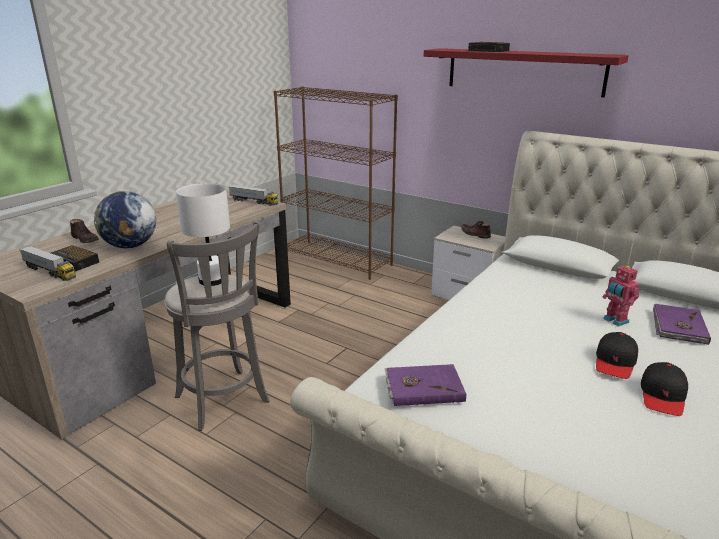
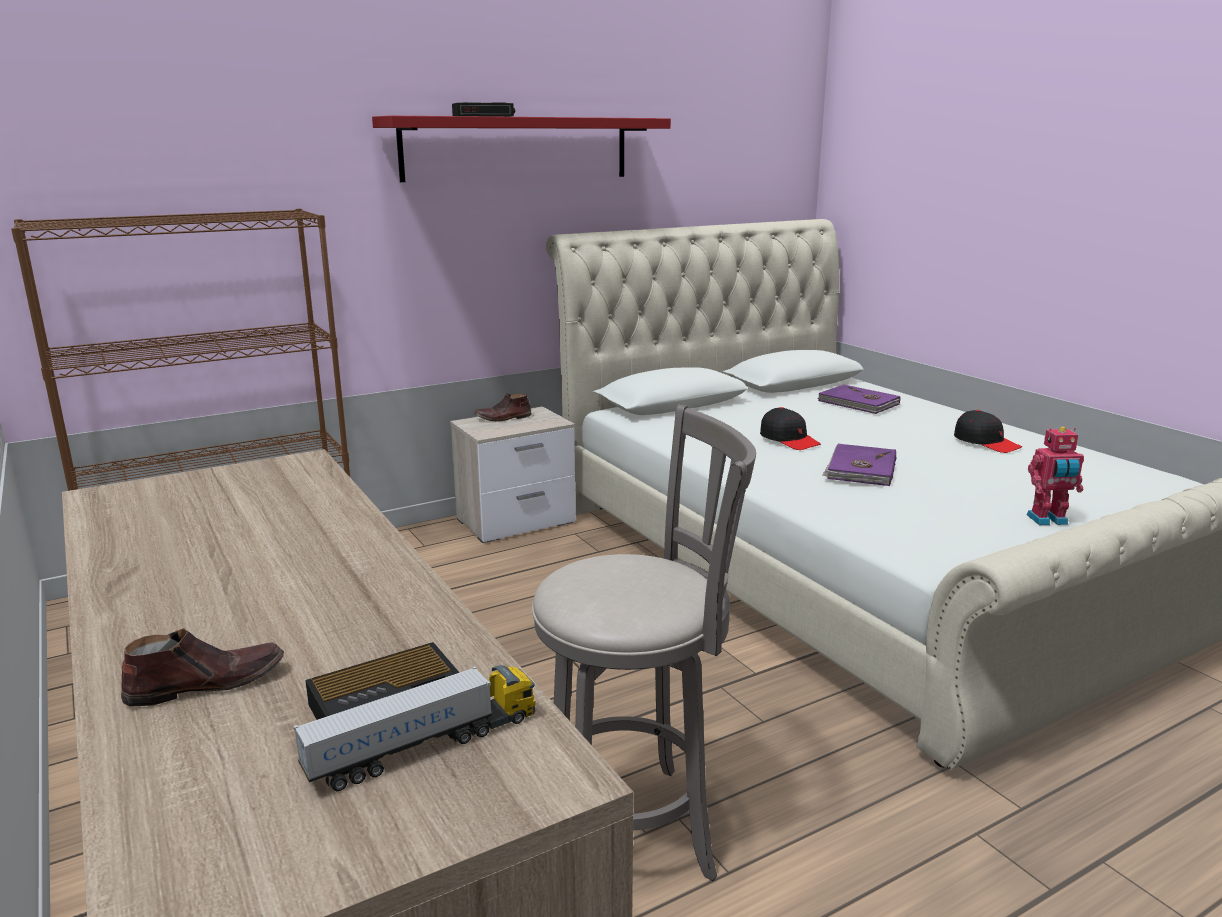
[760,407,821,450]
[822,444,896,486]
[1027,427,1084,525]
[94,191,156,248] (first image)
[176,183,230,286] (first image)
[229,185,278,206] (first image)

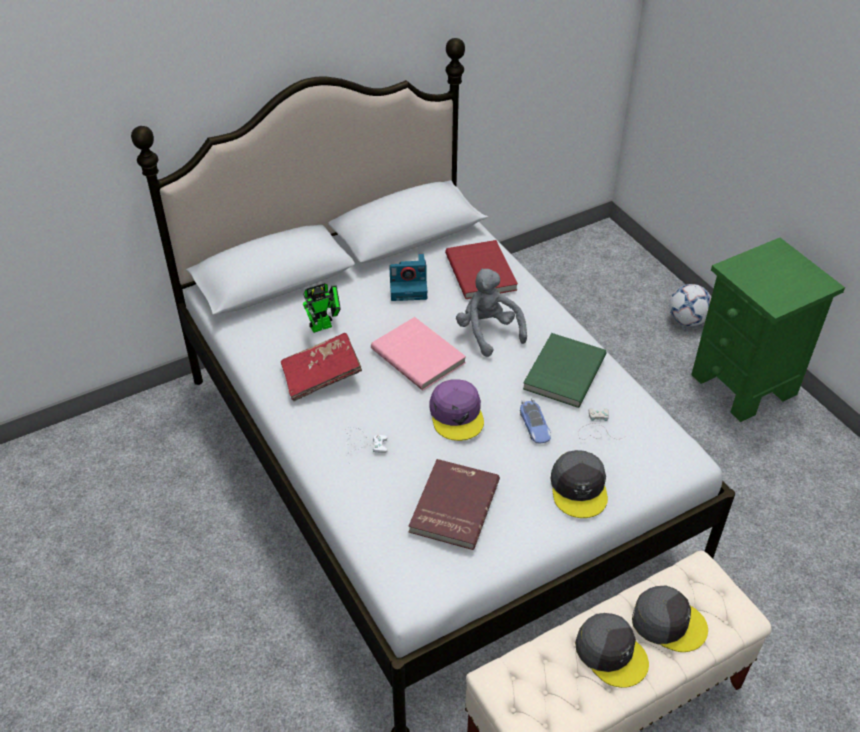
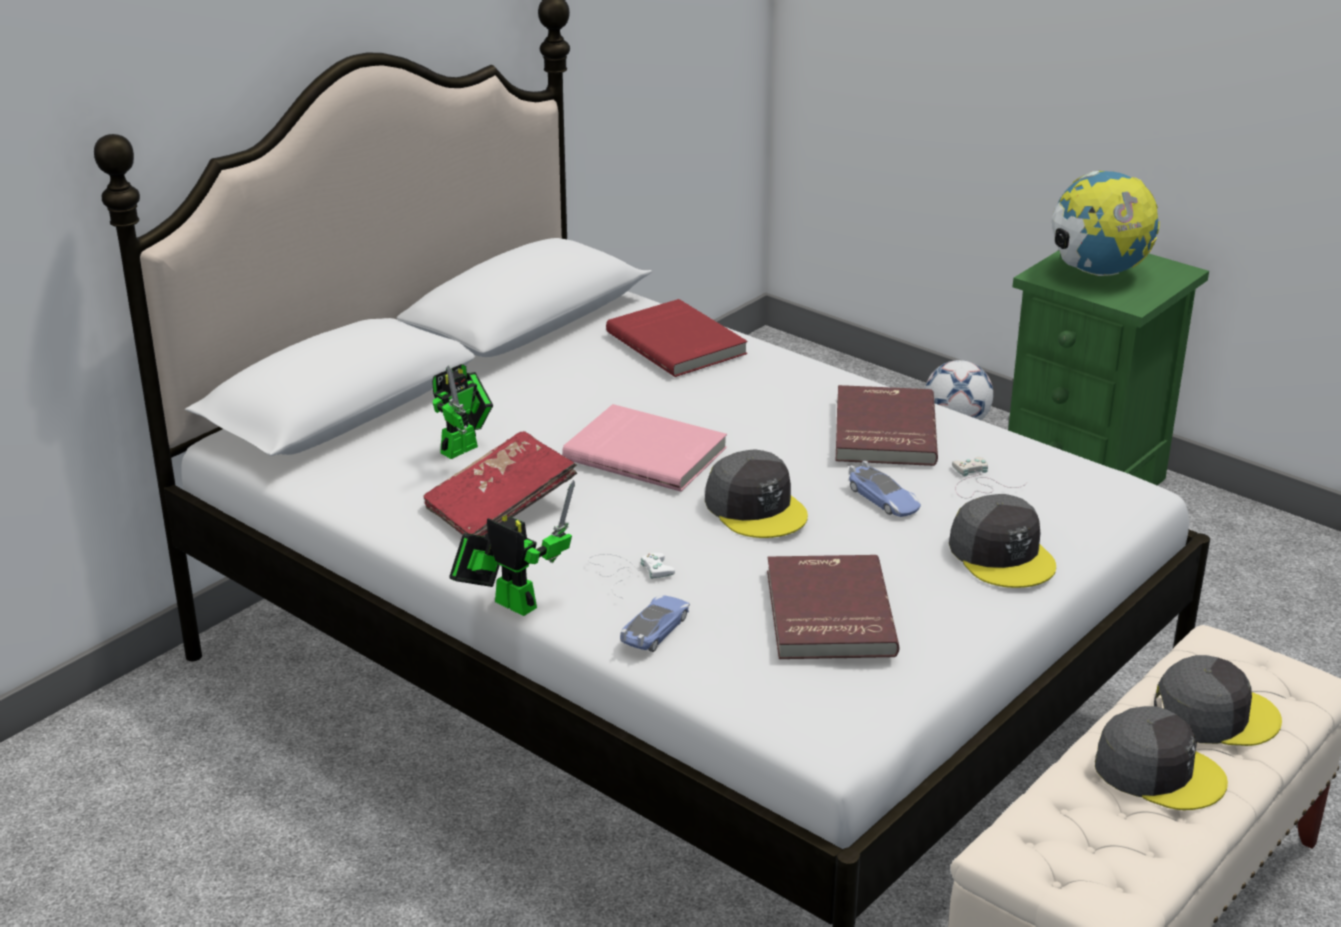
[449,480,575,616]
[620,595,690,652]
[705,449,808,538]
[836,385,938,466]
[1052,171,1160,276]
[390,254,427,301] (first image)
[456,268,527,357] (first image)

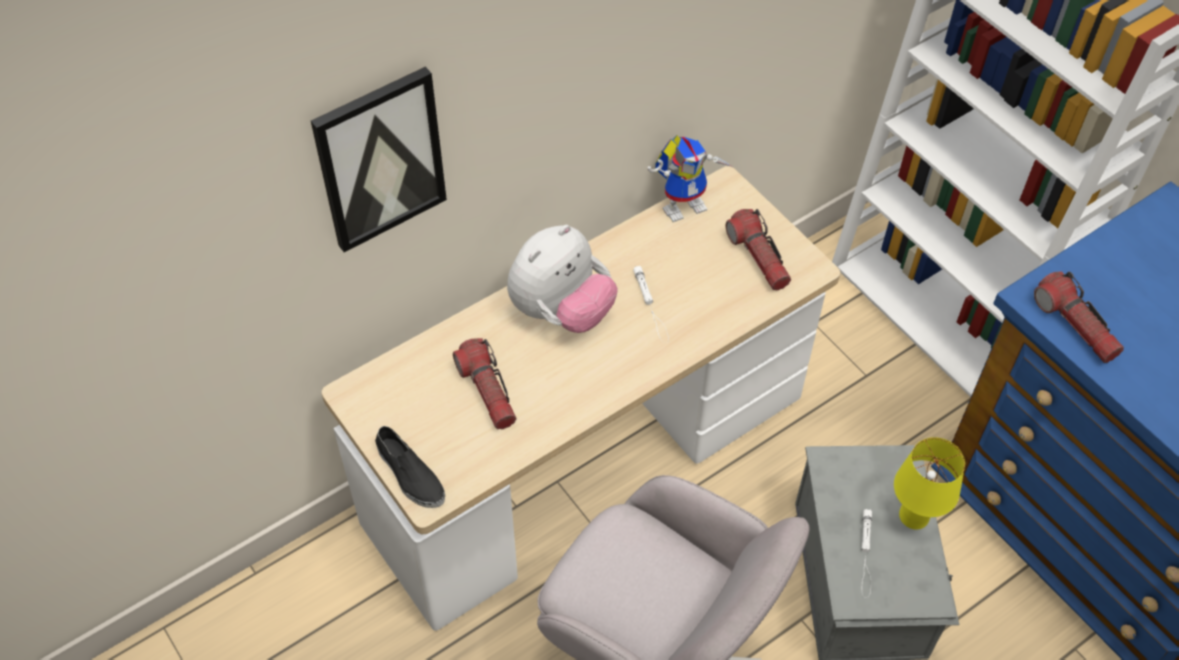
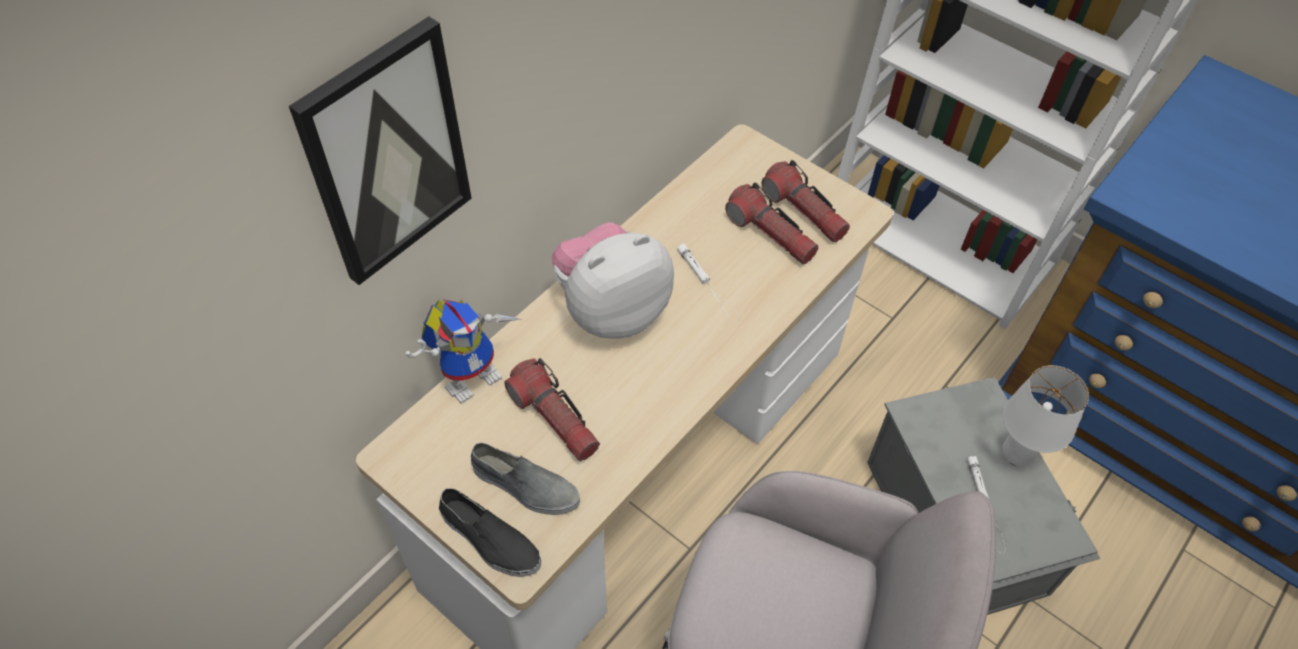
[406,299,522,403]
[471,443,580,515]
[552,222,674,339]
[725,182,818,264]
[1002,365,1089,467]

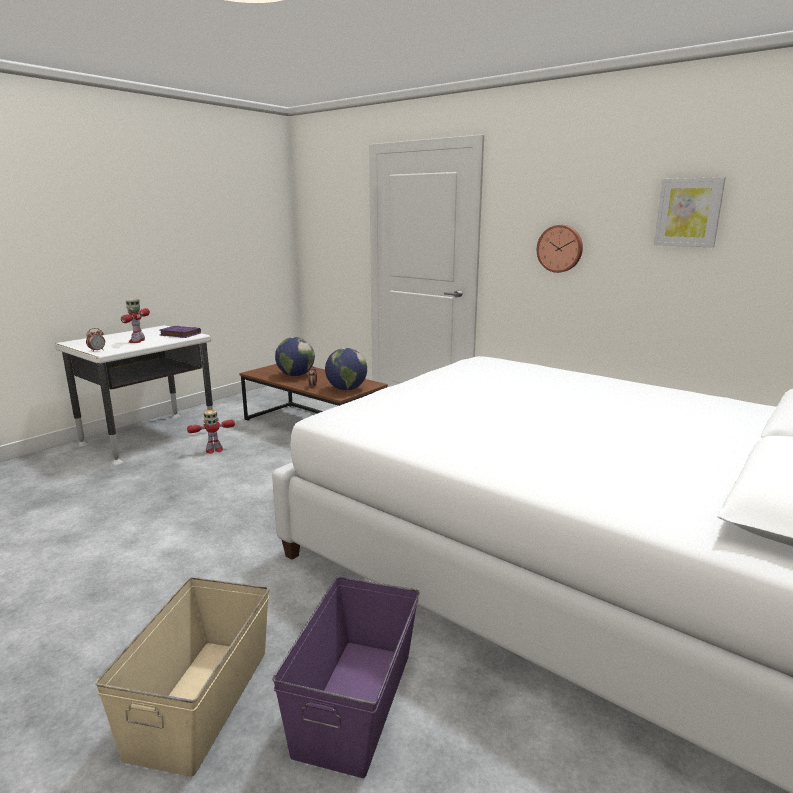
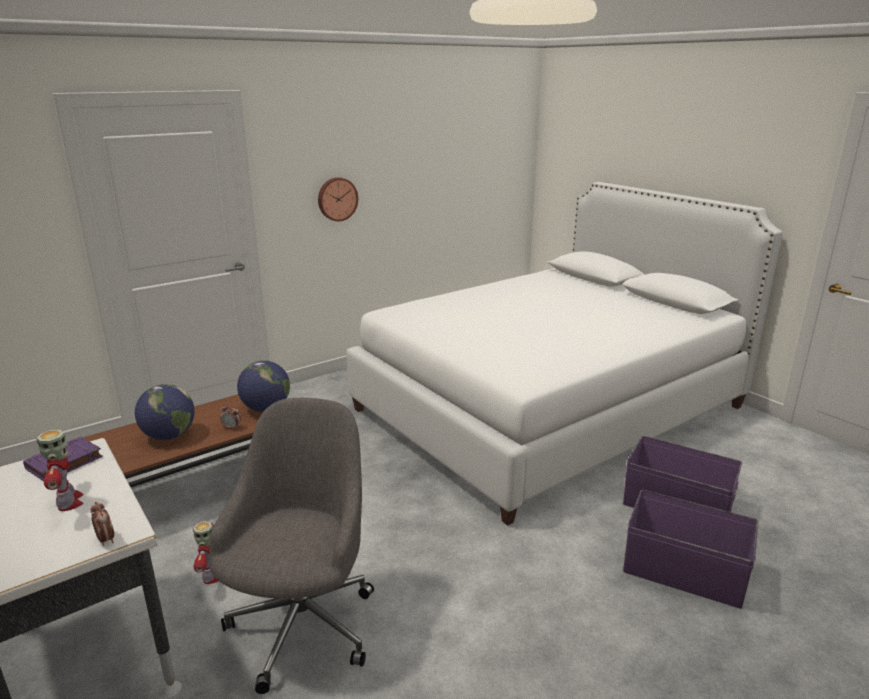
[36,430,84,511]
[209,398,374,694]
[623,490,758,609]
[654,177,726,247] (first image)

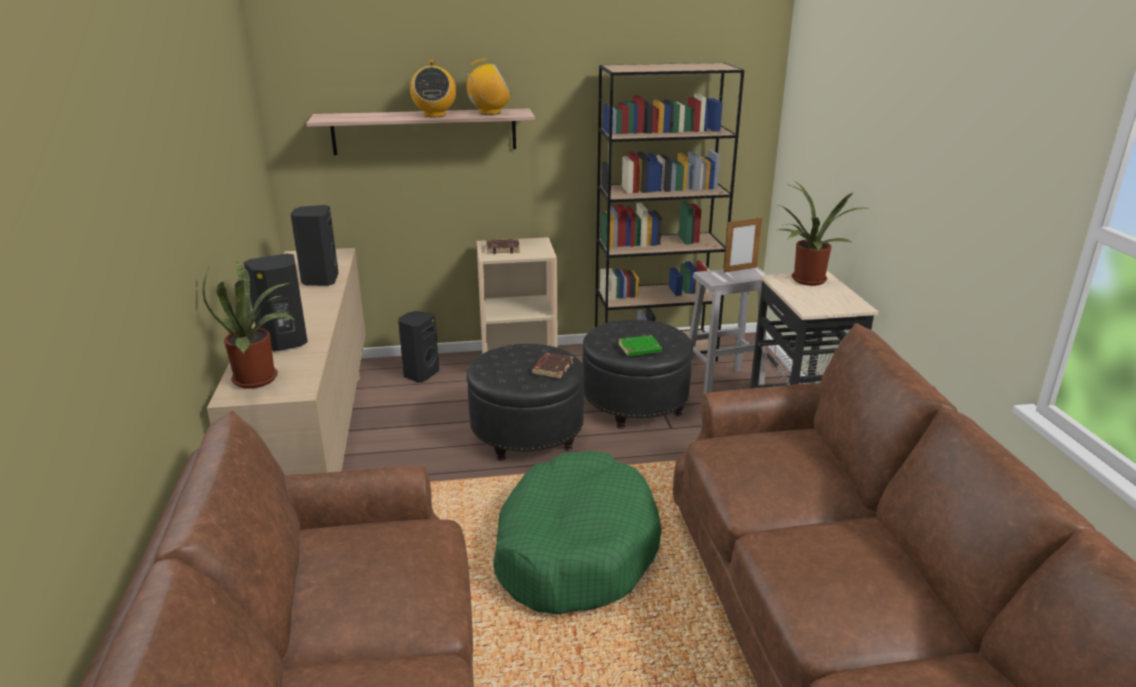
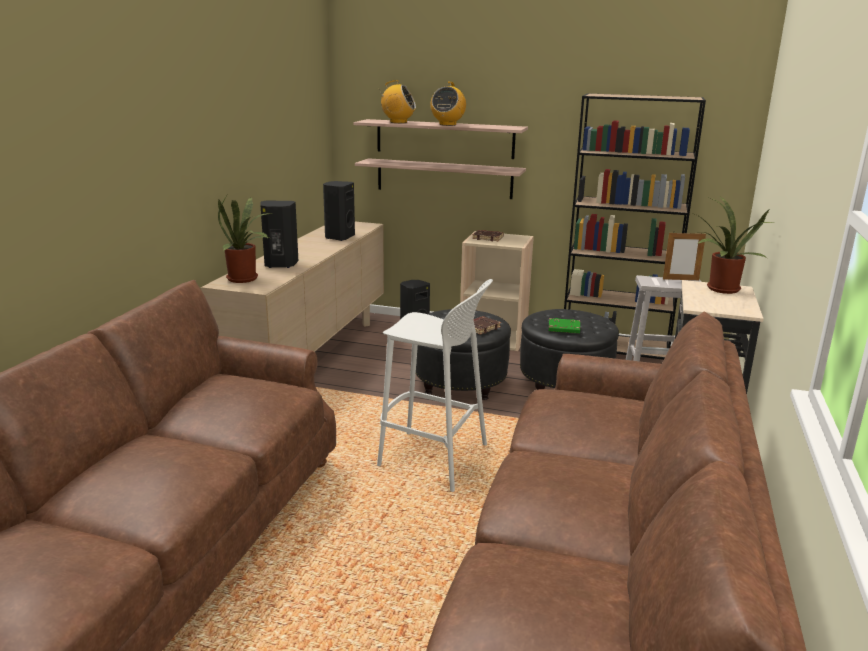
[355,158,526,199]
[377,279,493,492]
[378,80,416,123]

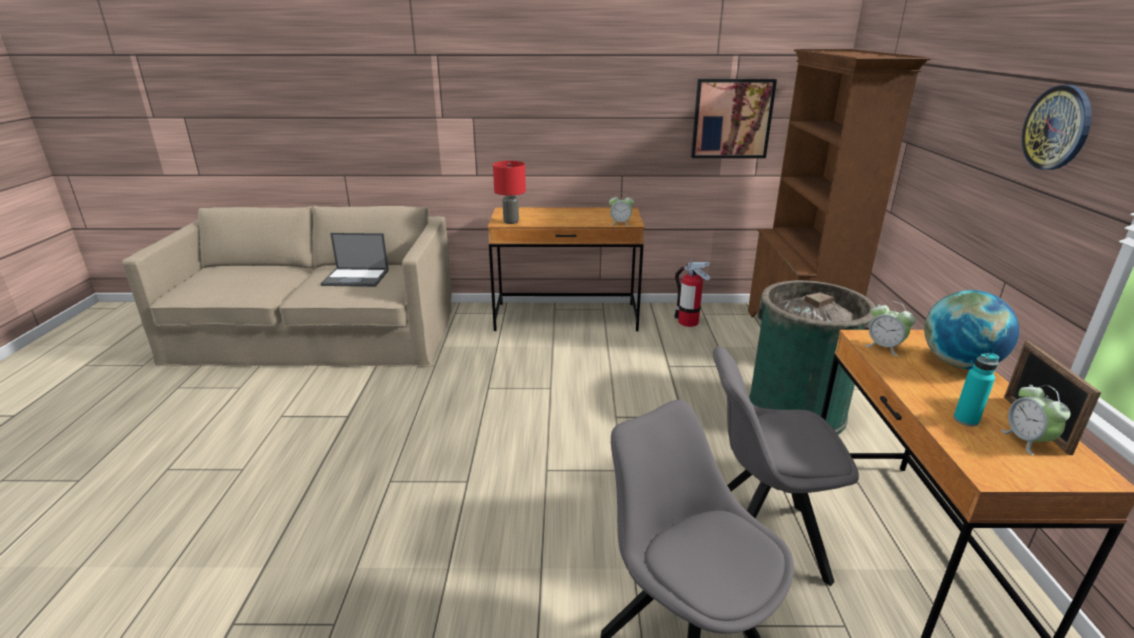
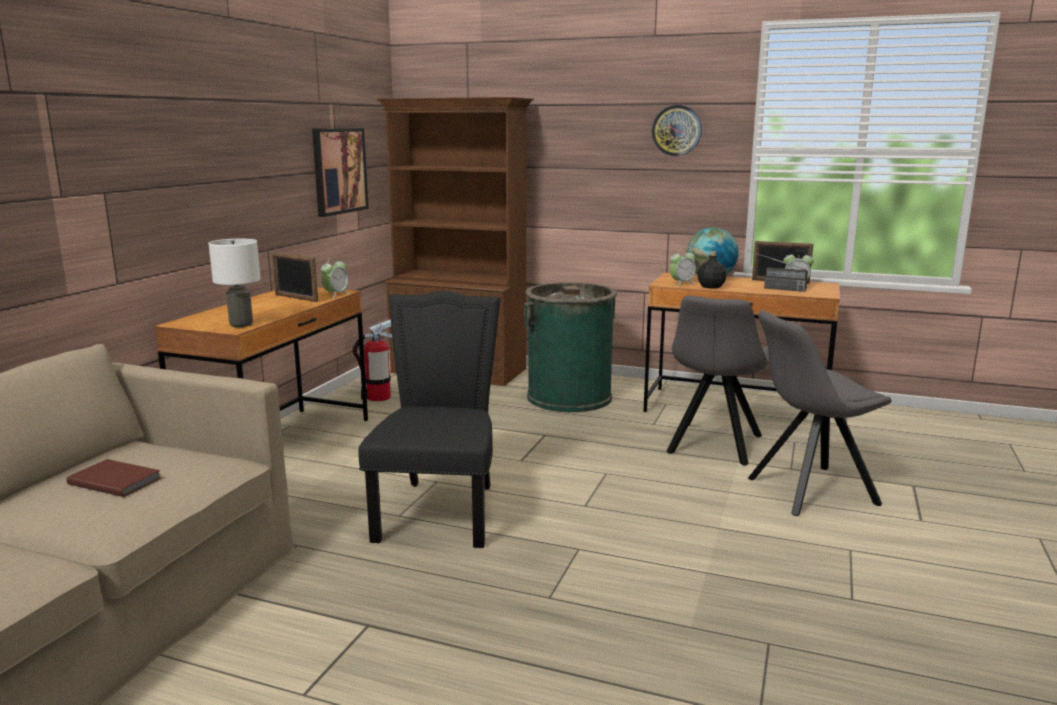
[66,459,161,497]
[208,239,261,327]
[272,252,318,302]
[358,291,500,548]
[698,251,726,289]
[747,250,808,292]

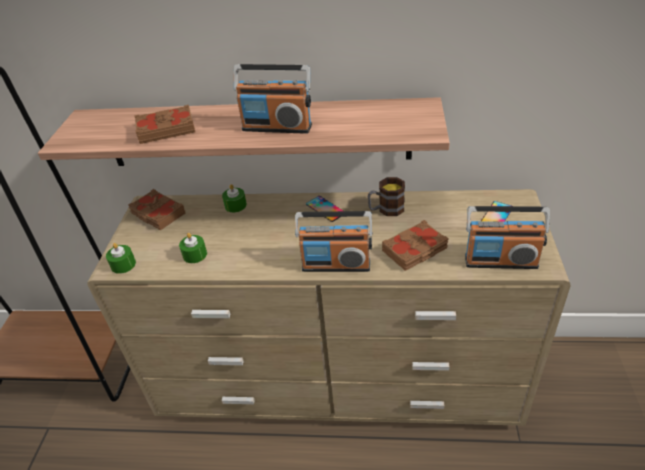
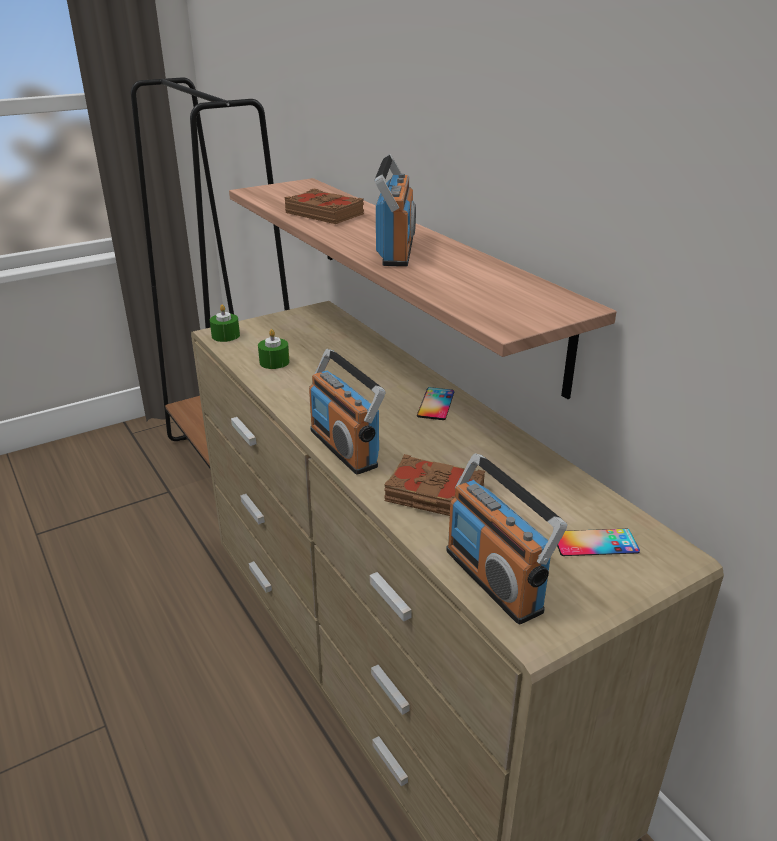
[374,154,416,267]
[128,189,185,230] (first image)
[222,184,247,213] (first image)
[368,177,405,216] (first image)

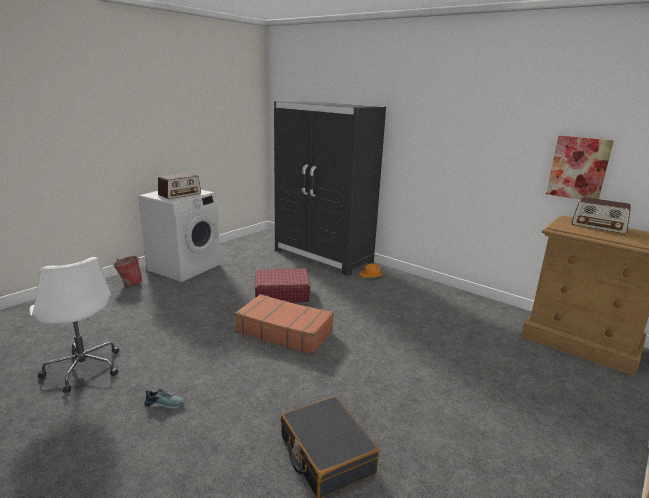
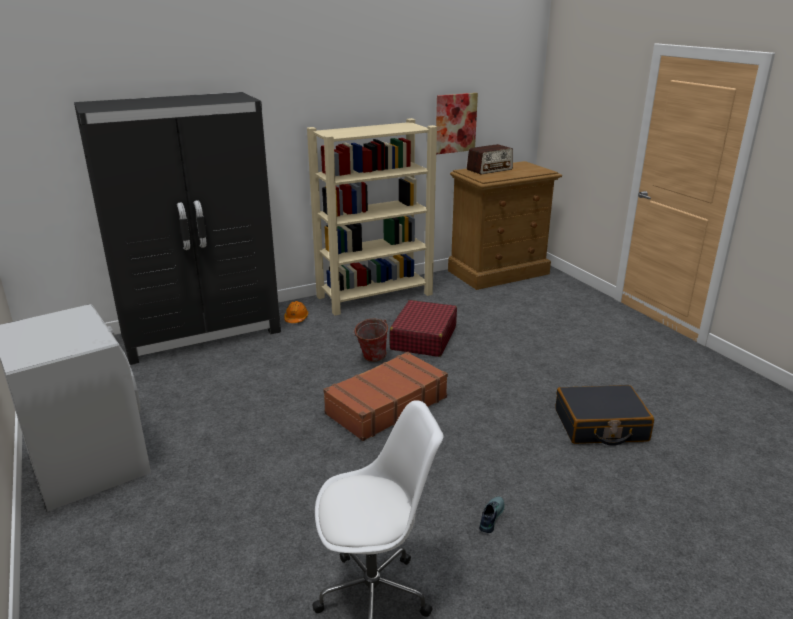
[307,118,437,316]
[353,318,388,362]
[389,300,457,357]
[158,173,201,199] (first image)

